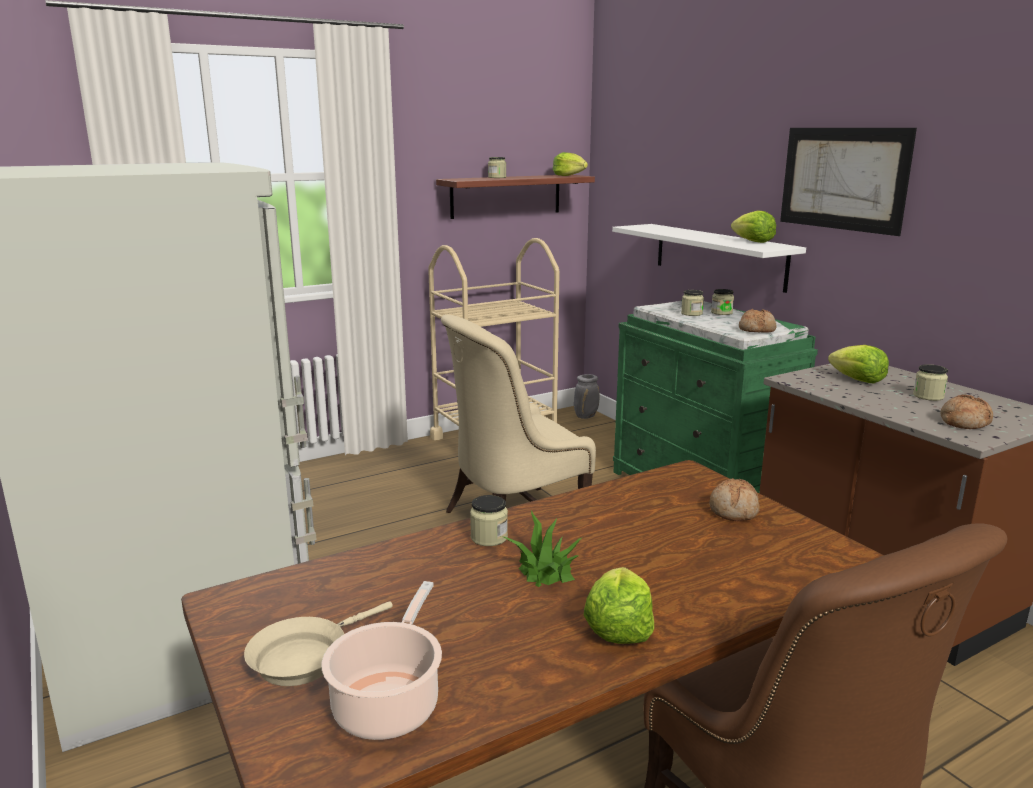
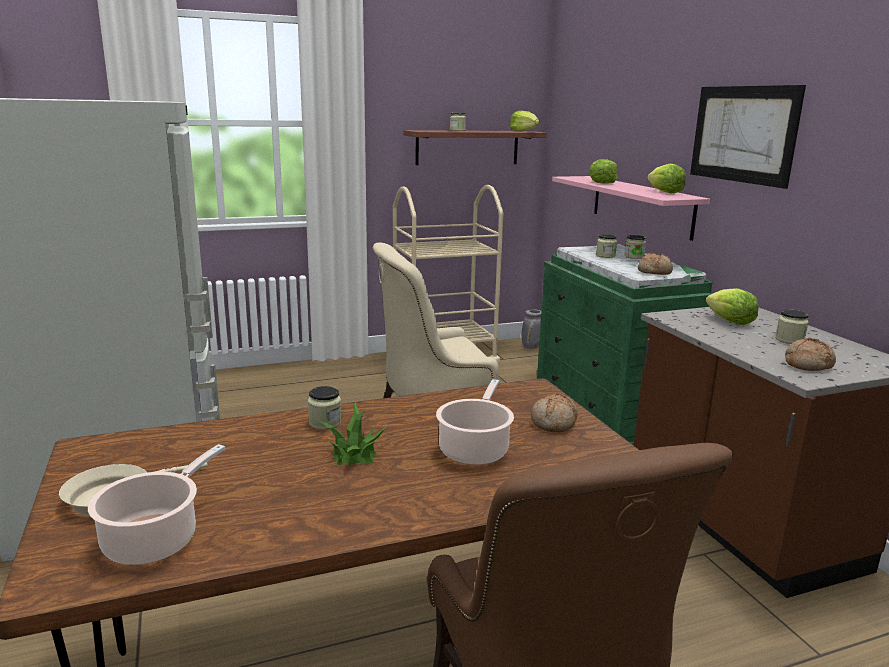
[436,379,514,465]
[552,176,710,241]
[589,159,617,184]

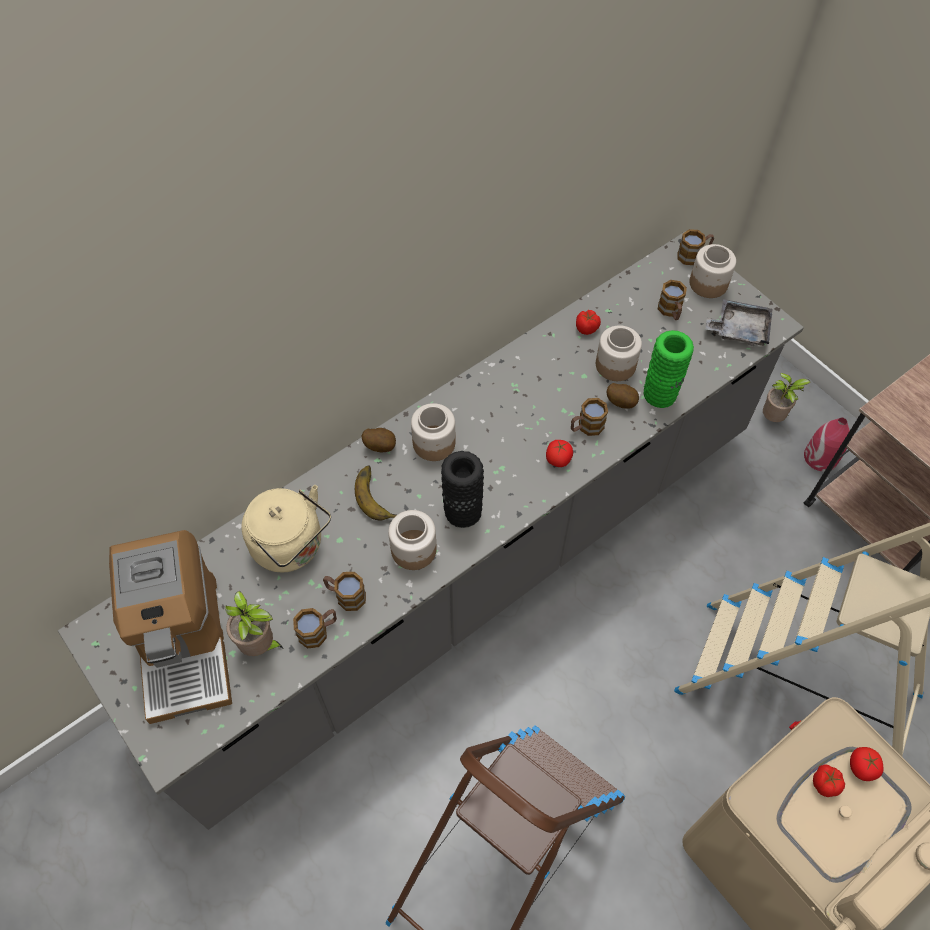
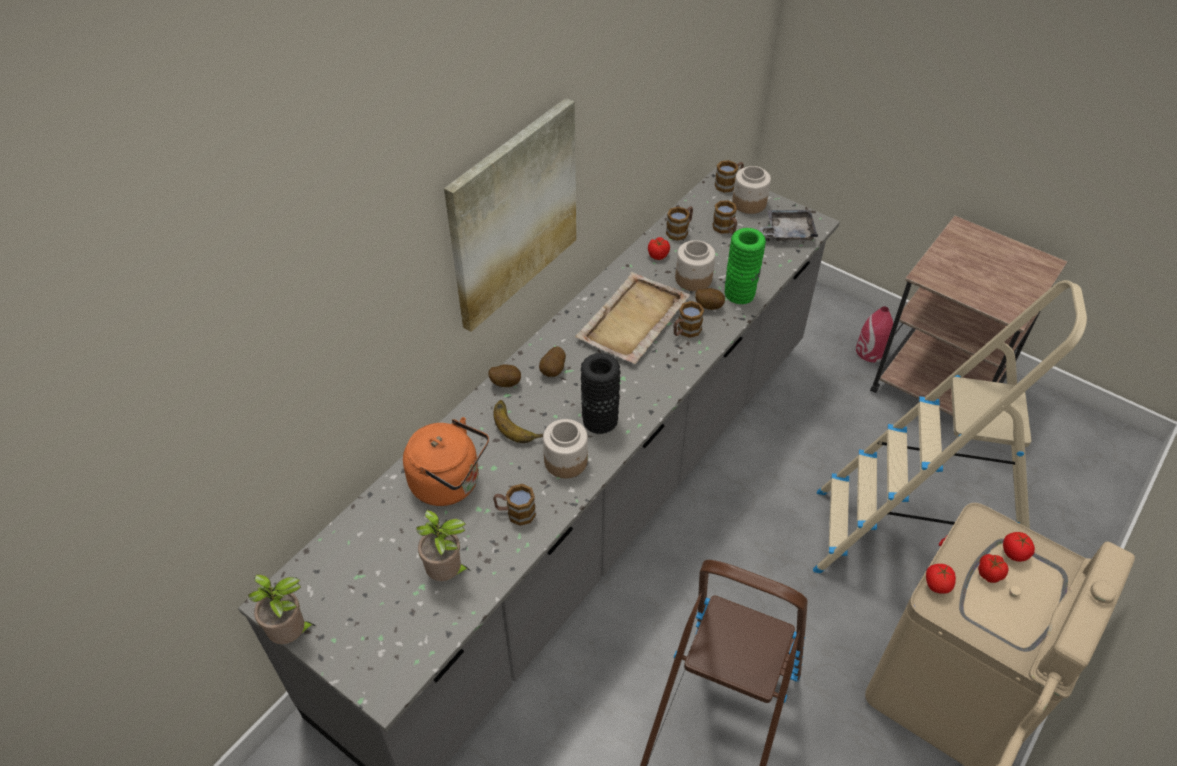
[248,574,316,644]
[403,417,489,506]
[444,98,576,332]
[539,346,566,377]
[575,272,690,364]
[666,207,693,241]
[926,564,956,594]
[109,530,232,724] (first image)

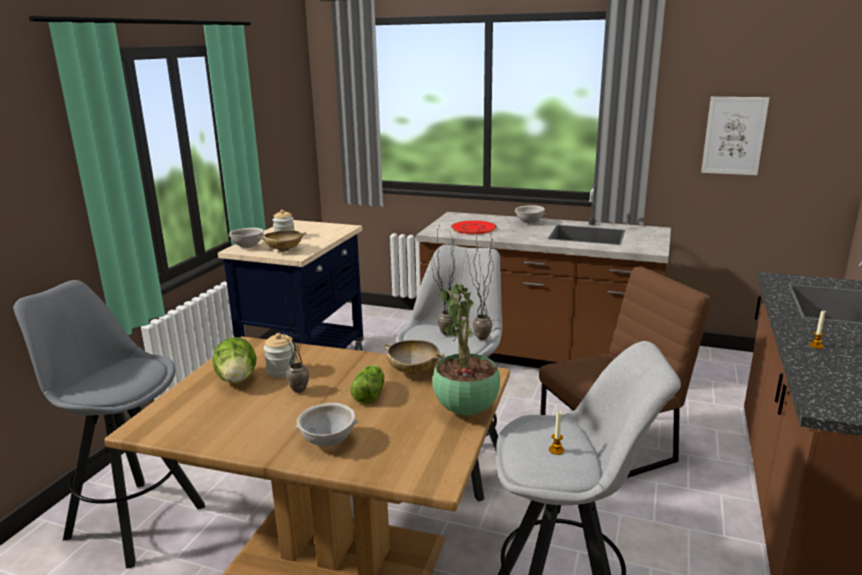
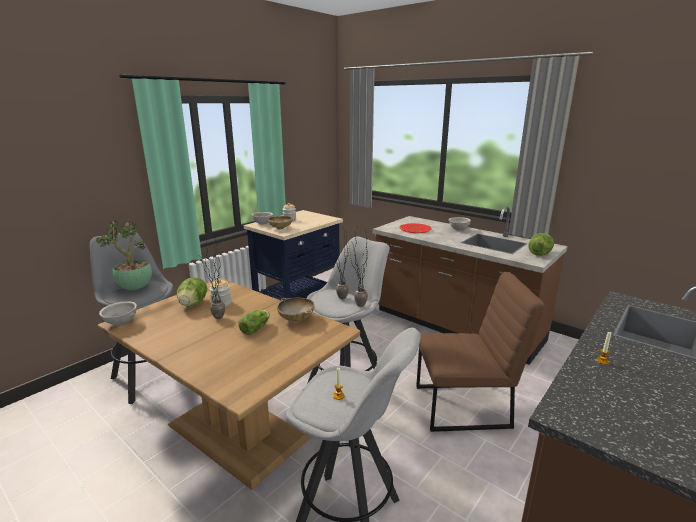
[96,219,152,290]
[99,301,137,325]
[528,233,554,256]
[701,97,770,175] (first image)

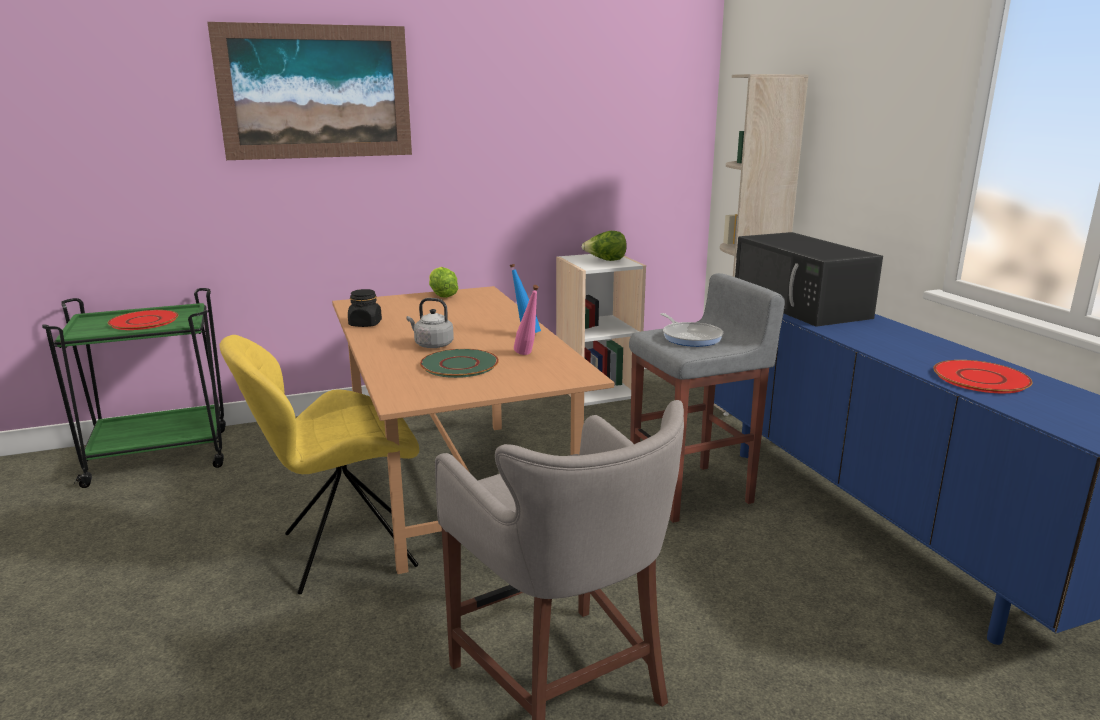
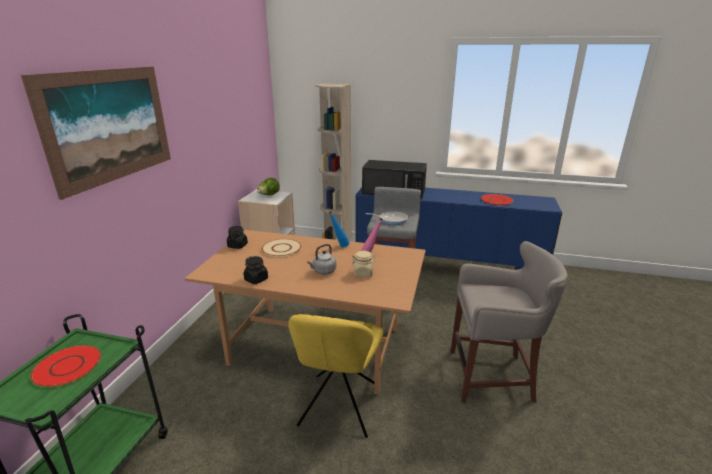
[227,226,248,249]
[262,239,301,257]
[352,251,376,277]

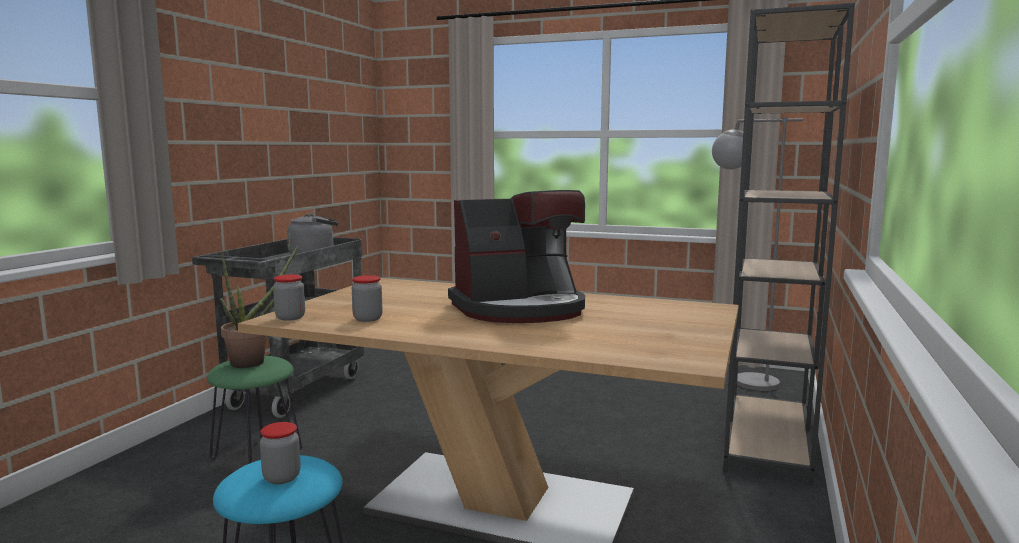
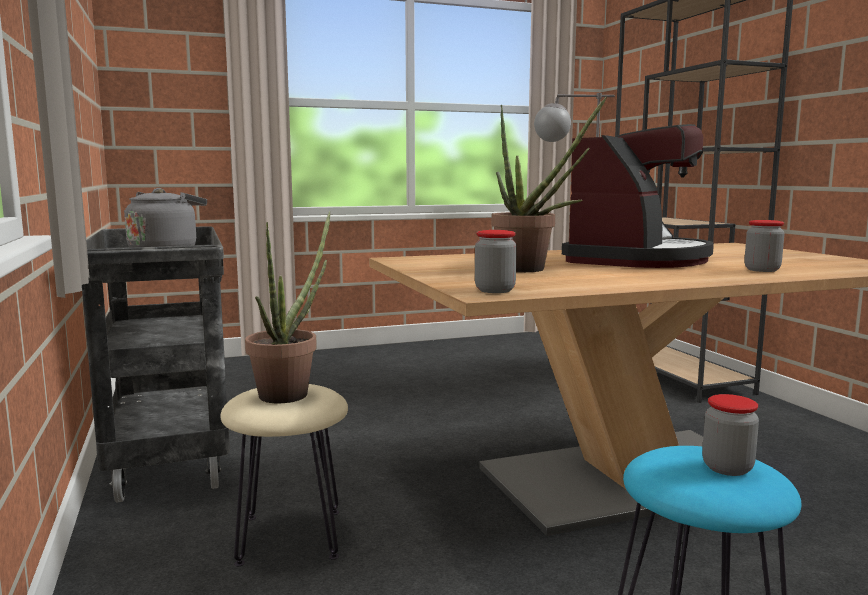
[220,384,348,566]
[491,97,607,272]
[744,220,785,272]

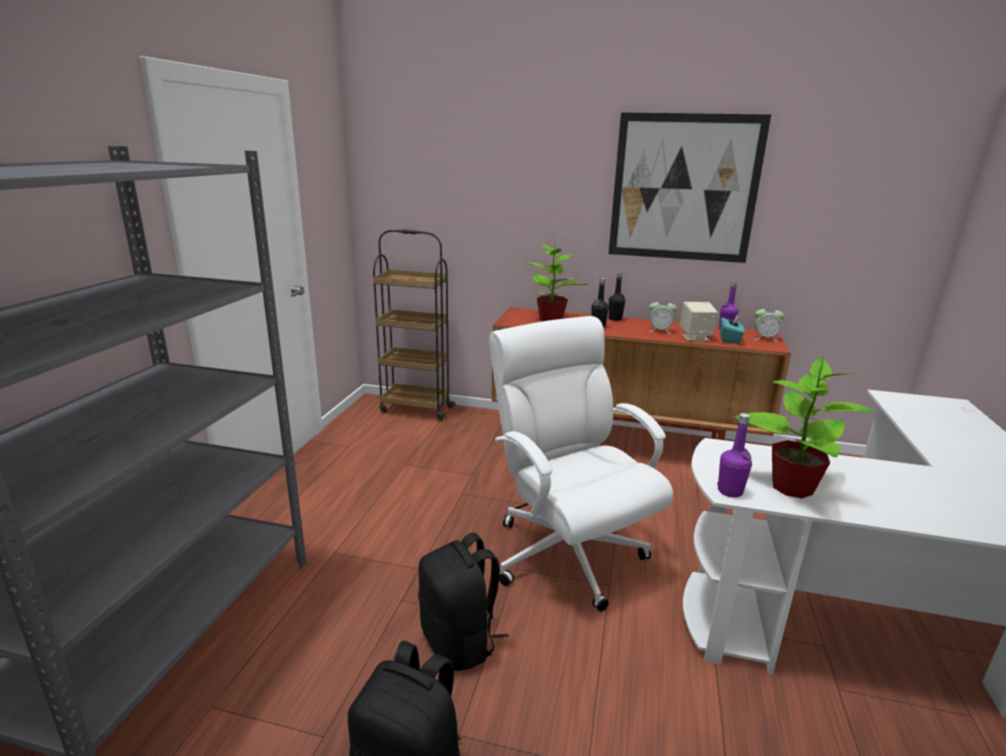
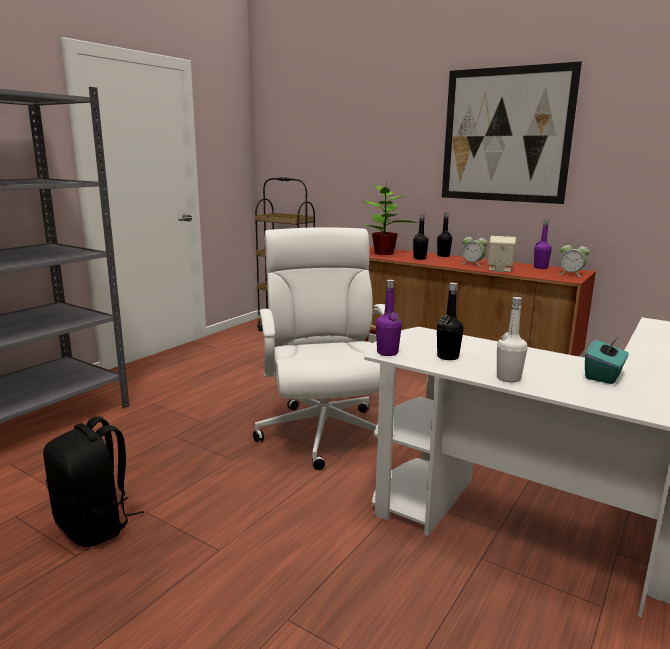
[437,283,464,360]
[497,297,527,383]
[585,336,629,384]
[418,533,509,671] (first image)

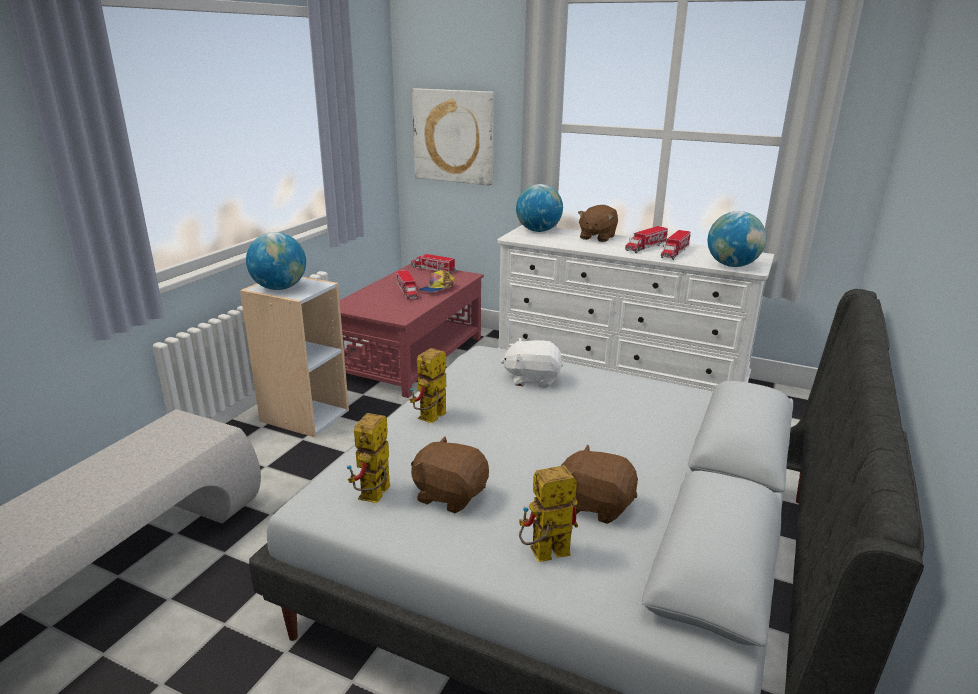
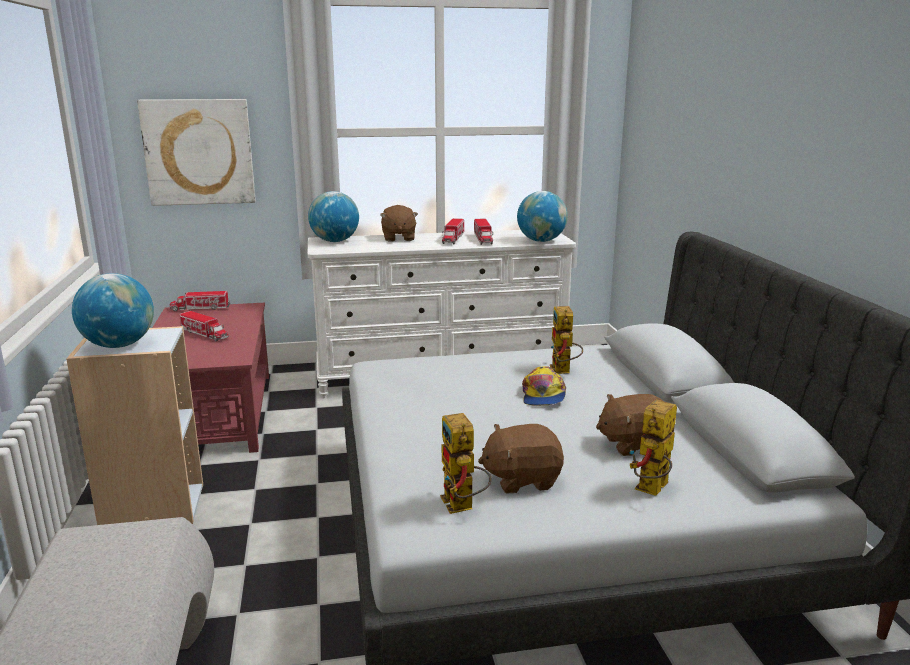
[522,366,566,406]
[550,306,583,374]
[501,338,563,388] (first image)

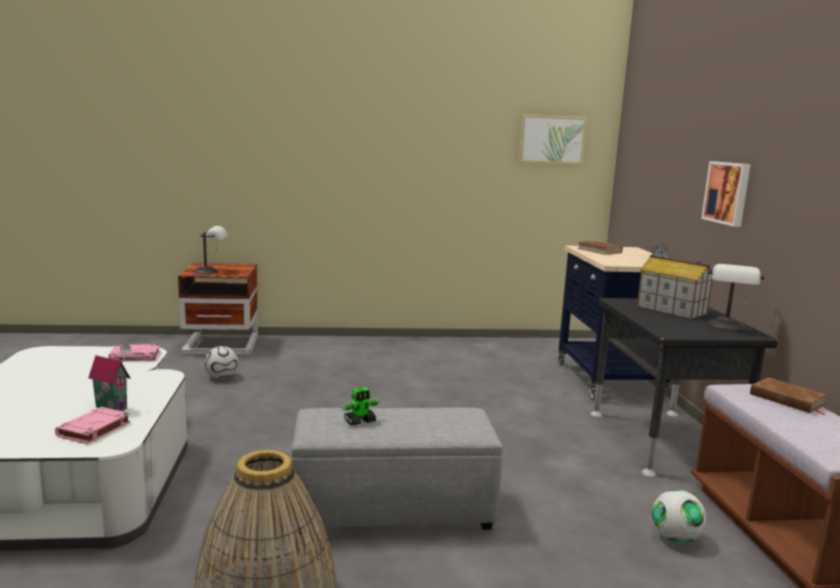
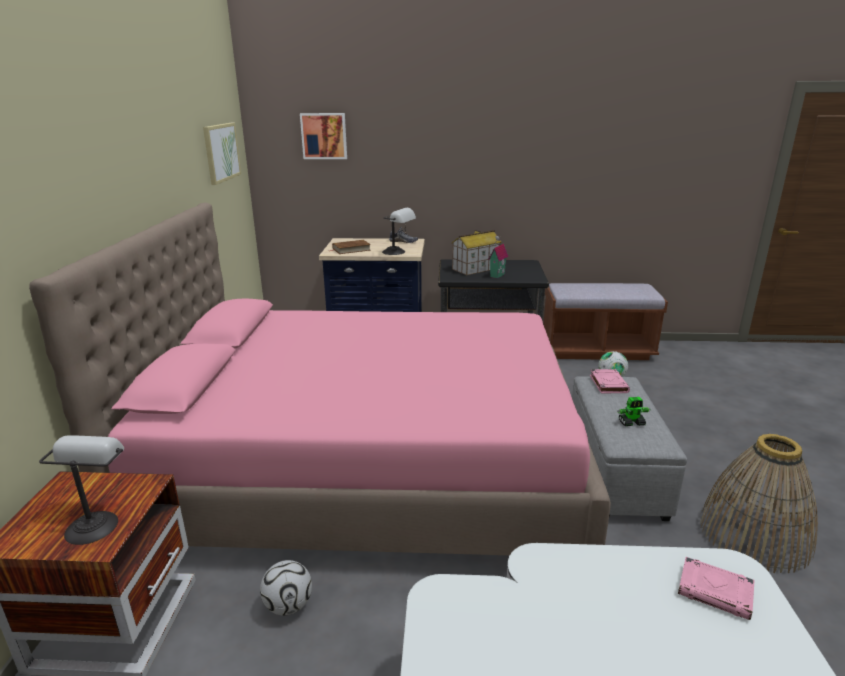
[29,203,611,555]
[300,113,347,159]
[382,208,416,255]
[488,236,508,279]
[590,369,630,394]
[617,397,651,426]
[750,377,827,415] (first image)

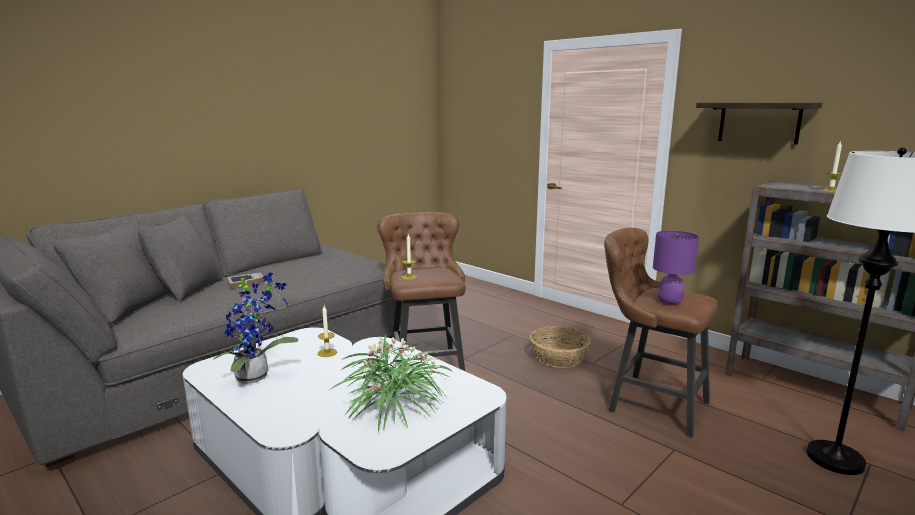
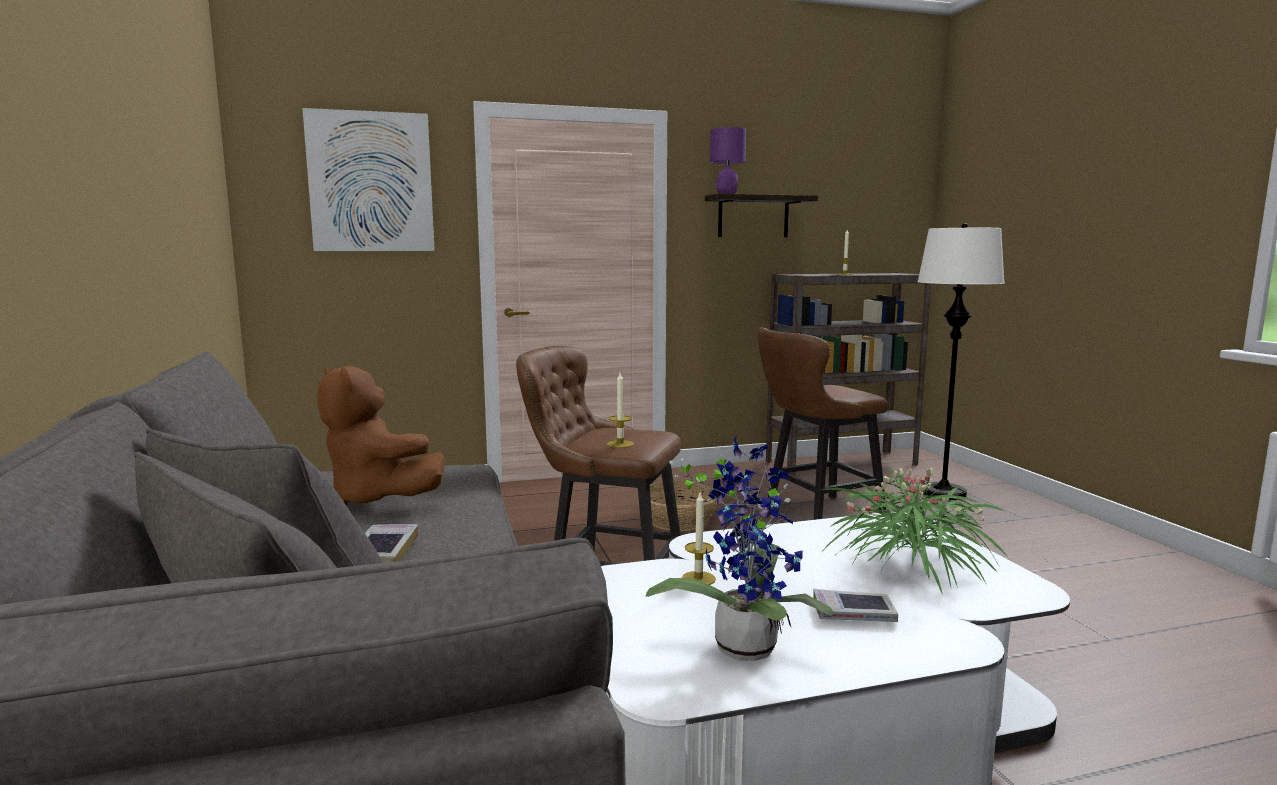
[302,108,435,251]
[317,366,445,506]
[710,127,746,194]
[813,589,898,622]

